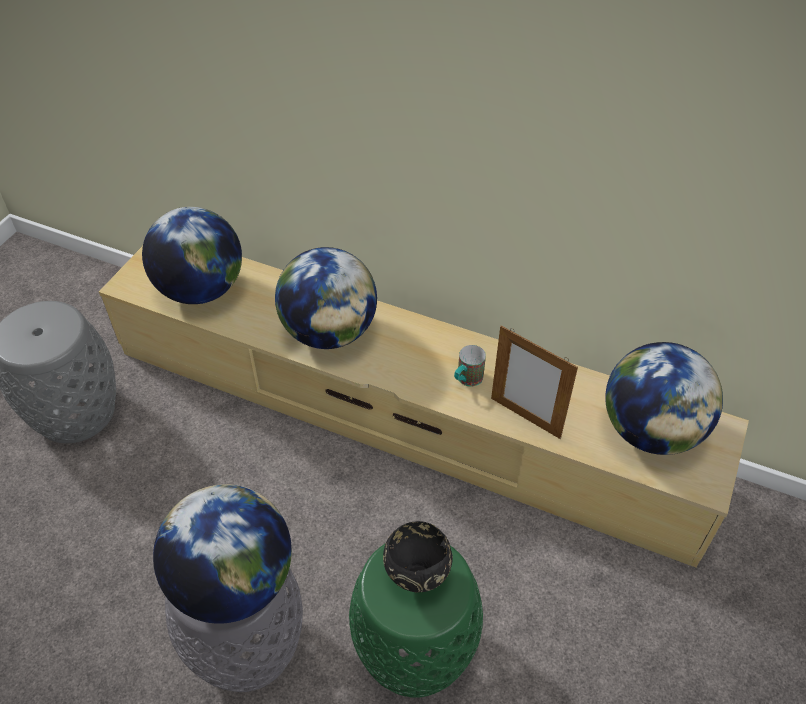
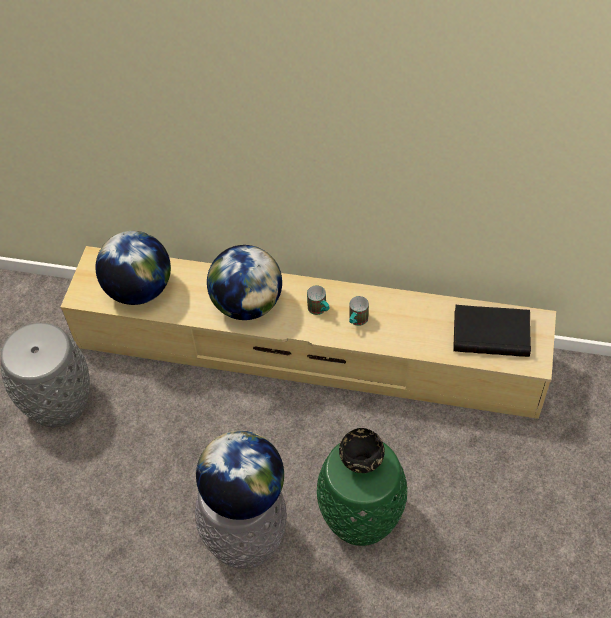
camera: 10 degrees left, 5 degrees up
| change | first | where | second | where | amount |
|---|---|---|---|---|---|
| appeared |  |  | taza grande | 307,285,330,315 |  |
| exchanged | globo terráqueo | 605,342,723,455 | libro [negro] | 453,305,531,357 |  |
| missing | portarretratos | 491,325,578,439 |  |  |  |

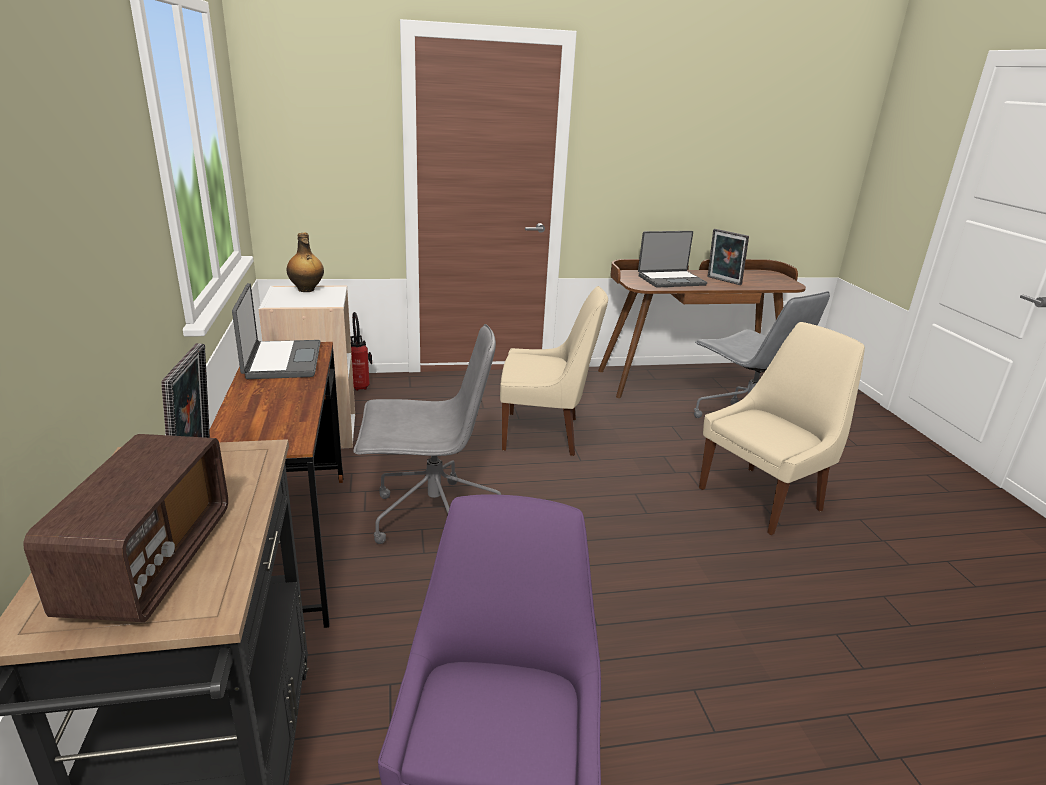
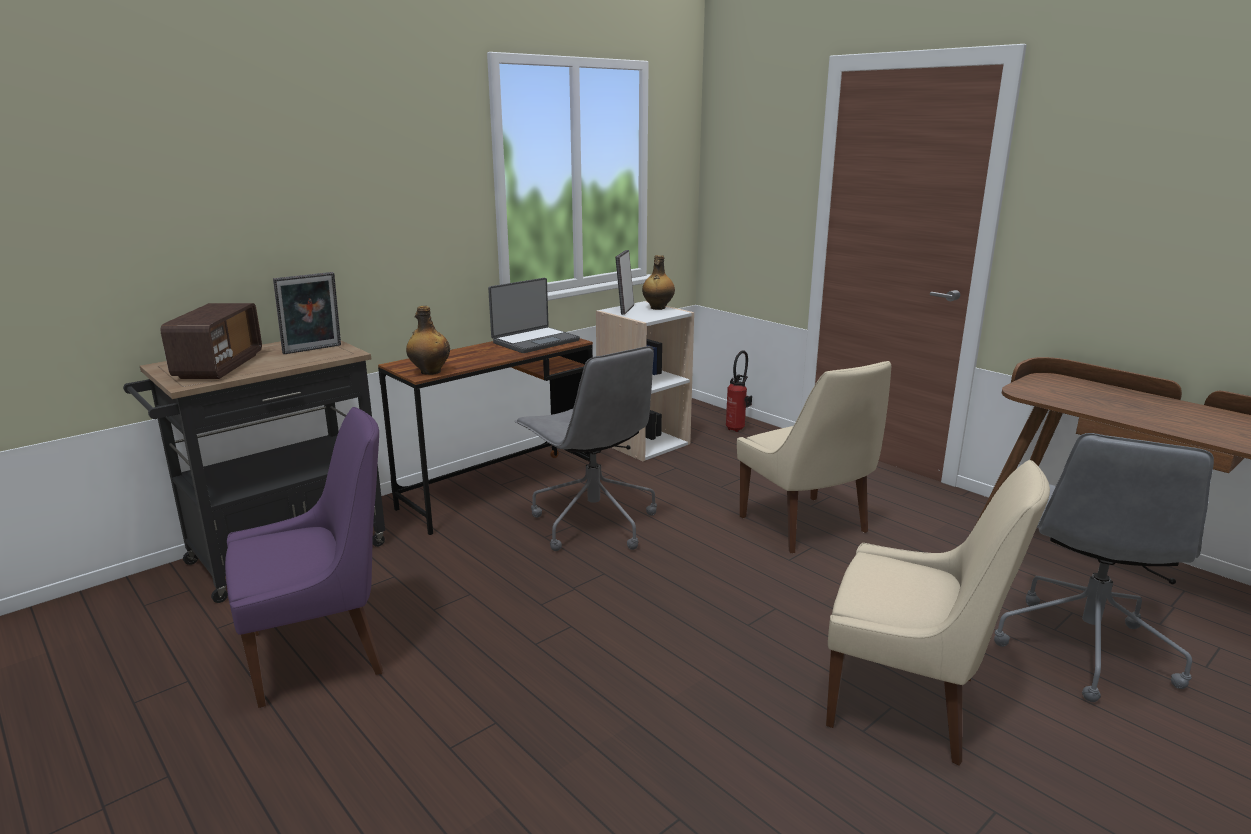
camera: 60 degrees right, 5 degrees down
| change | first | where | second | where | amount |
|---|---|---|---|---|---|
| spun | radio | 23,434,228,622 |  | 161,303,262,379 | 60 degrees counterclockwise |
| appeared |  |  | botella | 406,306,450,375 |  |
| relocated | portarretratos | 708,229,749,285 |  | 615,250,634,315 |  |
| missing | portátil | 638,231,707,288 |  |  |  |

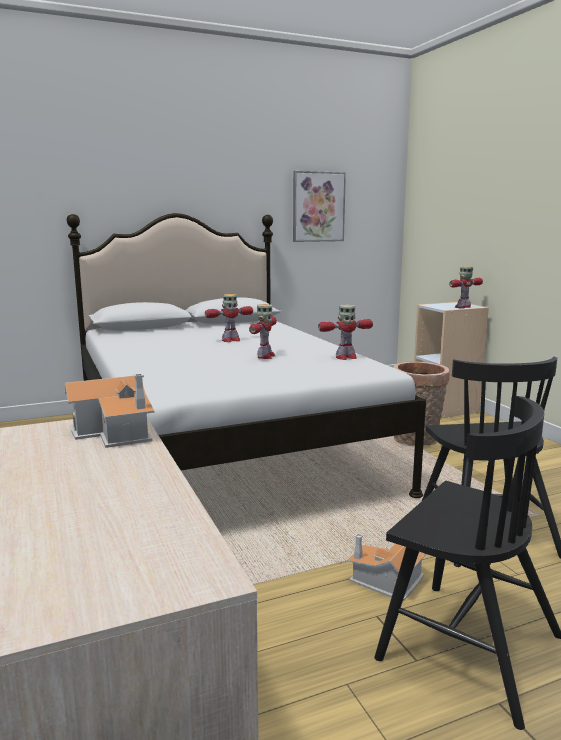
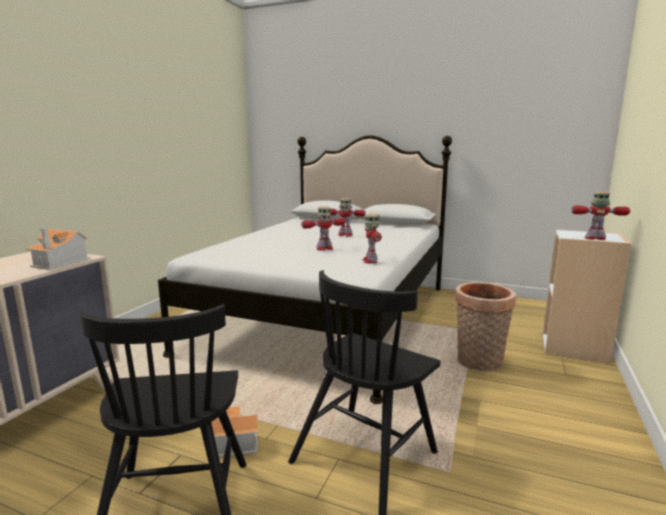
camera: 45 degrees right, 0 degrees up
| change | first | where | second | where | amount |
|---|---|---|---|---|---|
| spun | robot de juguete | 318,305,373,360 |  | 363,214,382,264 | 60 degrees clockwise |
| missing | cuadro | 293,171,346,242 |  |  |  |

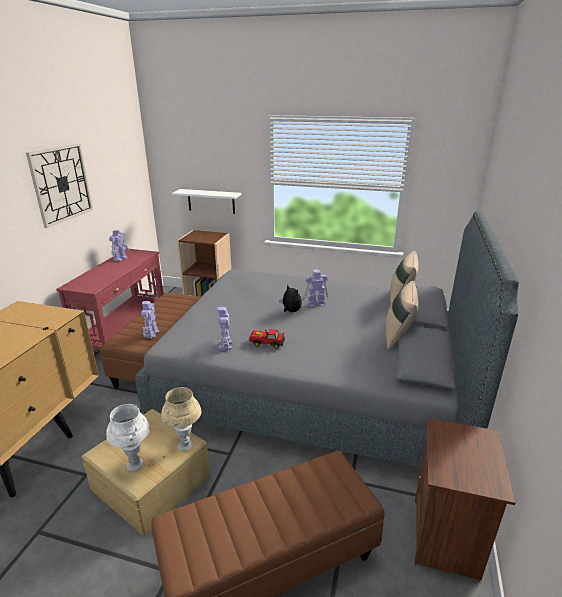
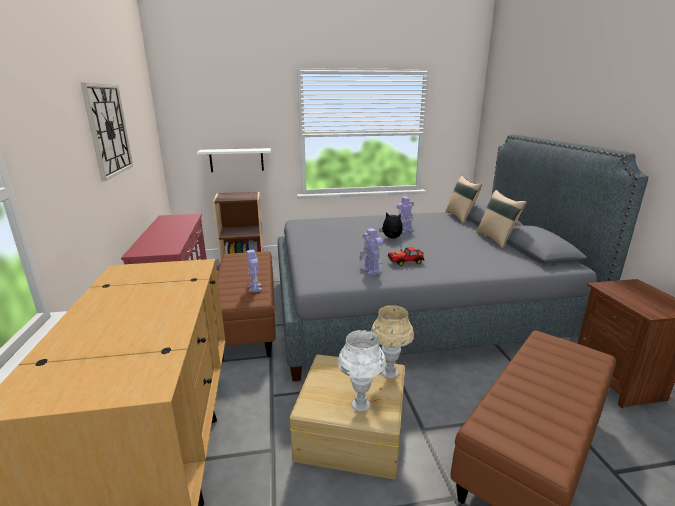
camera: 25 degrees left, 5 degrees down
| change | first | where | second | where | amount |
|---|---|---|---|---|---|
| missing | robot de juguete | 109,229,129,261 |  |  |  |

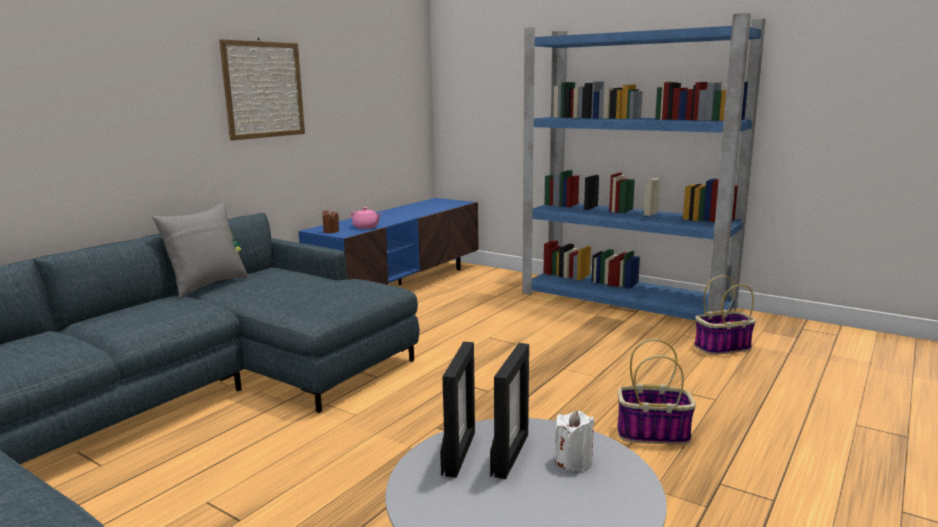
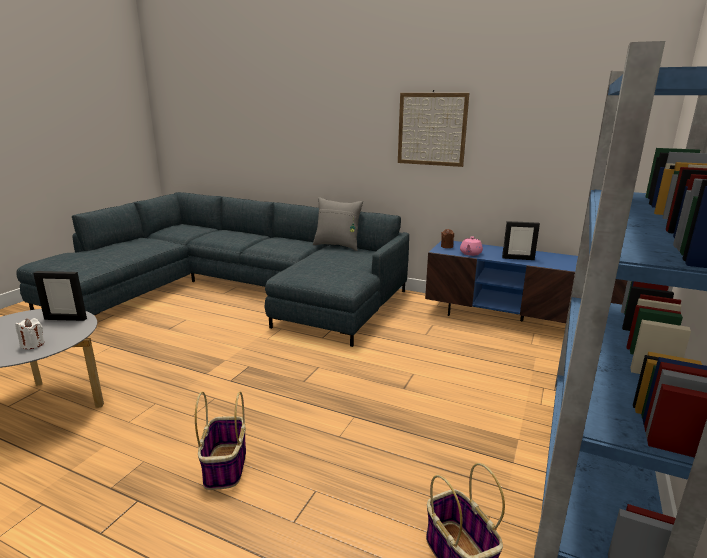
camera: 80 degrees right, 5 degrees up
| change | first | where | second | where | amount |
|---|---|---|---|---|---|
| relocated | portarretratos | 490,343,529,479 |  | 502,221,540,260 |  |

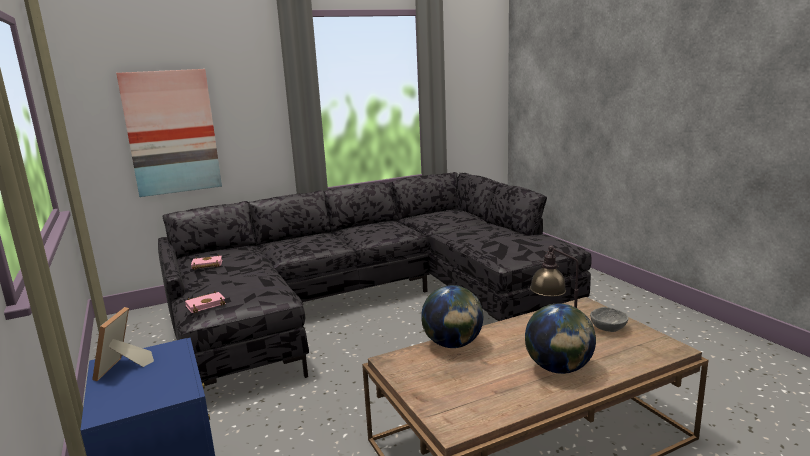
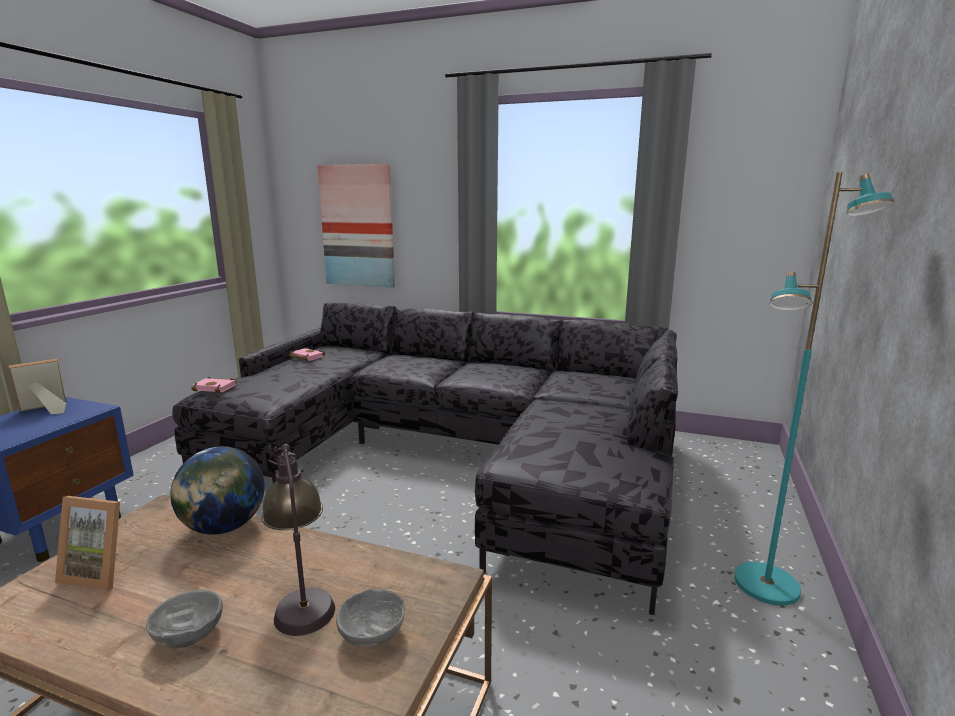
camera: 45 degrees right, 0 degrees up
| change | first | where | second | where | amount |
|---|---|---|---|---|---|
| appeared |  |  | portarretratos | 55,496,120,591 |  |
| exchanged | globo terráqueo | 525,304,596,374 | cuenco [gris] | 146,590,223,648 |  |
| appeared |  |  | lámpara de pie [turquesa] | 734,172,895,606 |  |

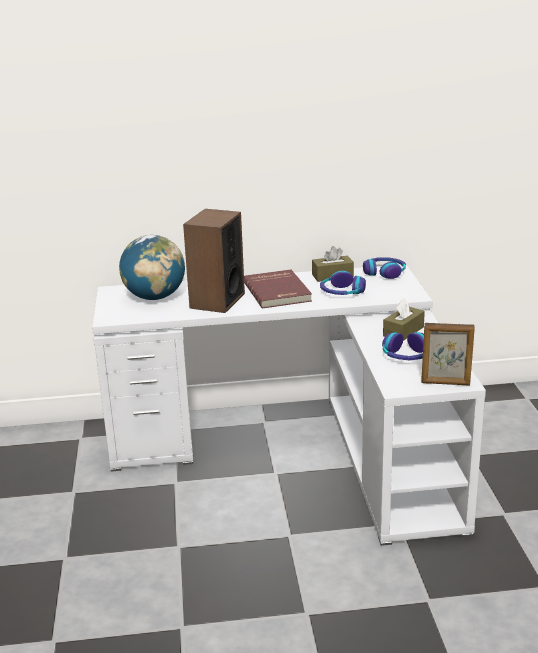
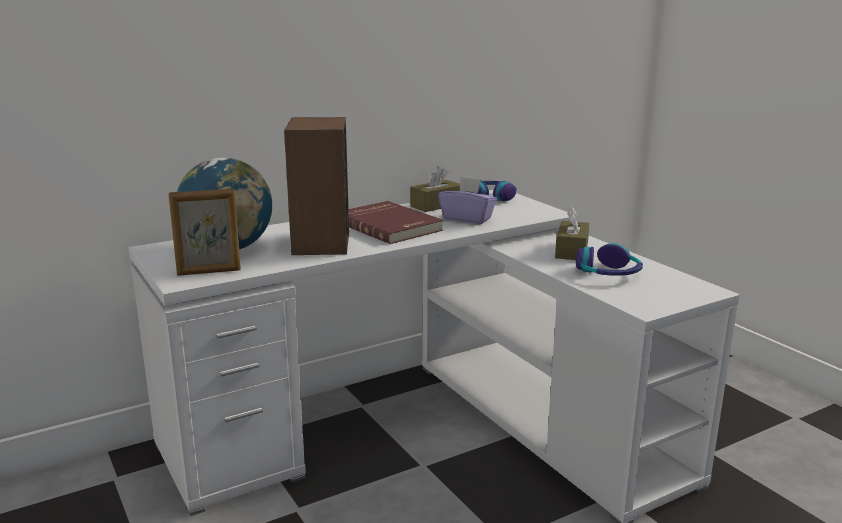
camera: 25 degrees left, 5 degrees down
| change | first | where | second | where | amount |
|---|---|---|---|---|---|
| relocated | portarretratos | 421,323,475,386 |  | 169,189,241,276 |  |
| exchanged | auriculares | 320,271,366,295 | caja de pañuelos [morado] | 438,177,497,224 |  |

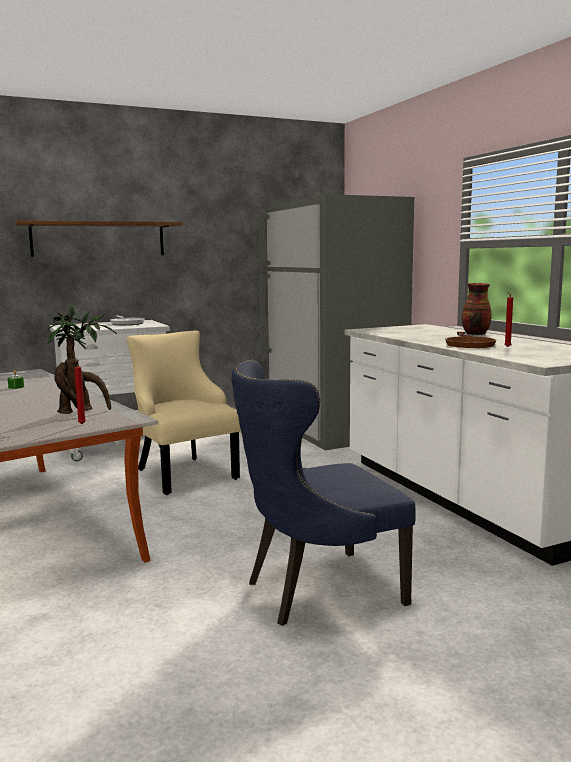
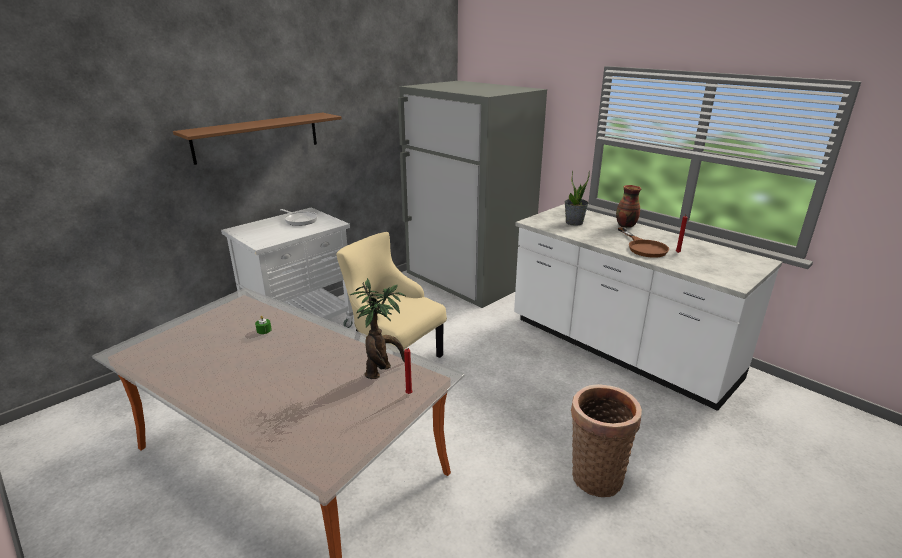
camera: 20 degrees left, 15 degrees up
| change | first | where | second | where | amount |
|---|---|---|---|---|---|
| appeared |  |  | planta en maceta | 564,171,590,226 |  |
| exchanged | silla [azul] | 232,360,416,626 | cesta | 571,384,642,497 |  |

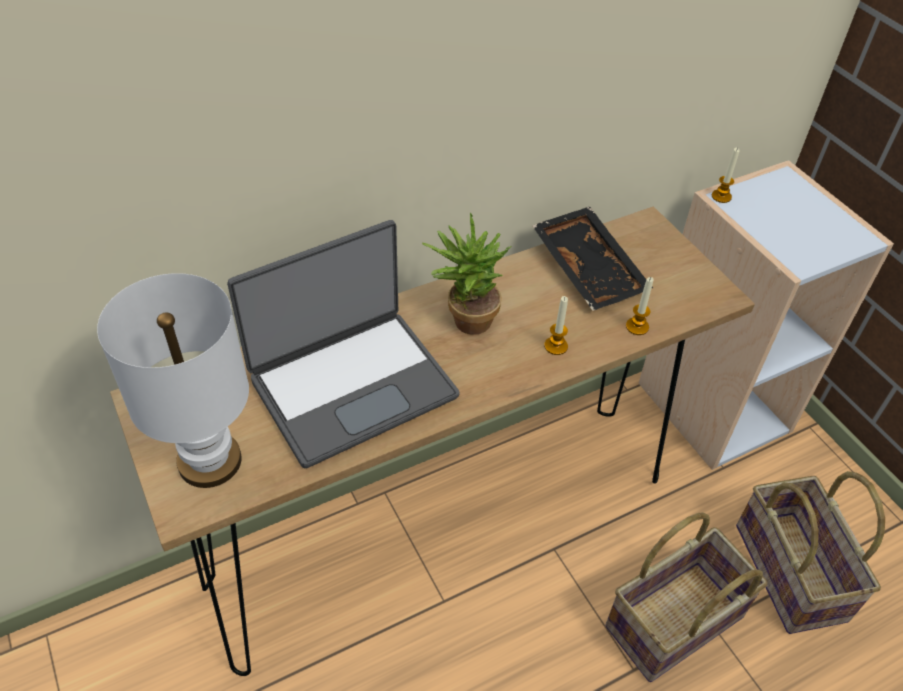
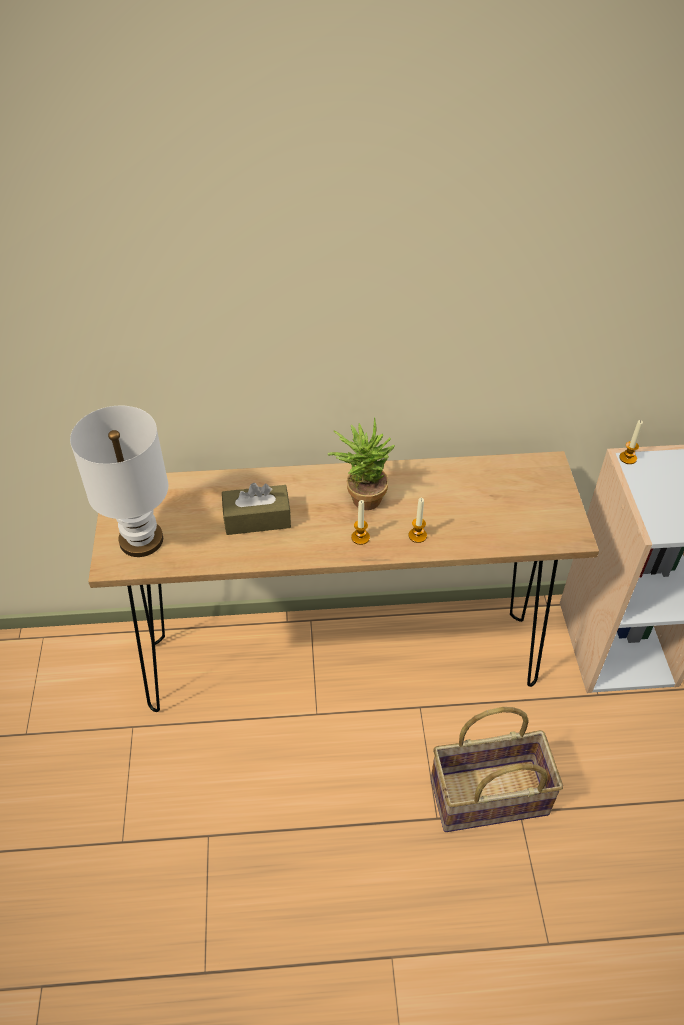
camera: 25 degrees right, 0 degrees up
| change | first | where | second | where | amount |
|---|---|---|---|---|---|
| exchanged | portátil | 227,220,460,469 | caja de pañuelos [marrón] | 222,483,291,535 |  |
| relocated | vela | 626,277,654,335 |  | 351,500,370,545 |  |
| missing | bandeja [negro] | 532,207,653,311 |  |  |  |
| missing | cesta | 736,471,885,634 |  |  |  |

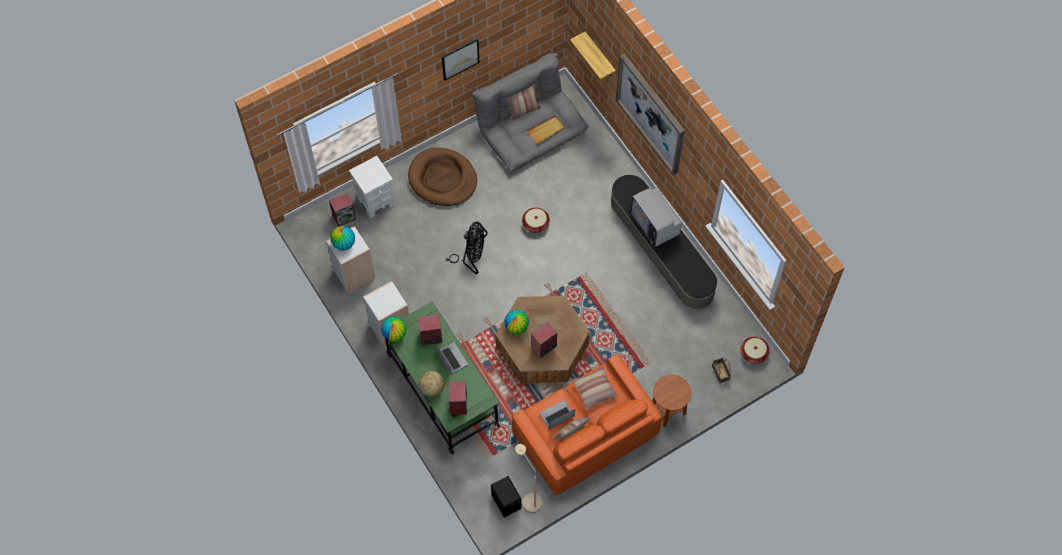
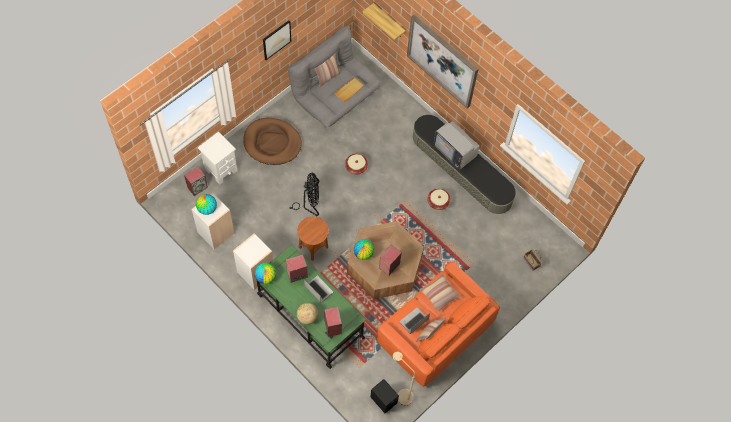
camera: 15 degrees left, 0 degrees up
| change | first | where | second | where | amount |
|---|---|---|---|---|---|
| relocated | mesa auxiliar [marrón] | 652,375,691,427 |  | 297,217,329,261 |  |
| relocated | cesta | 740,337,769,364 |  | 427,189,451,210 |  |

